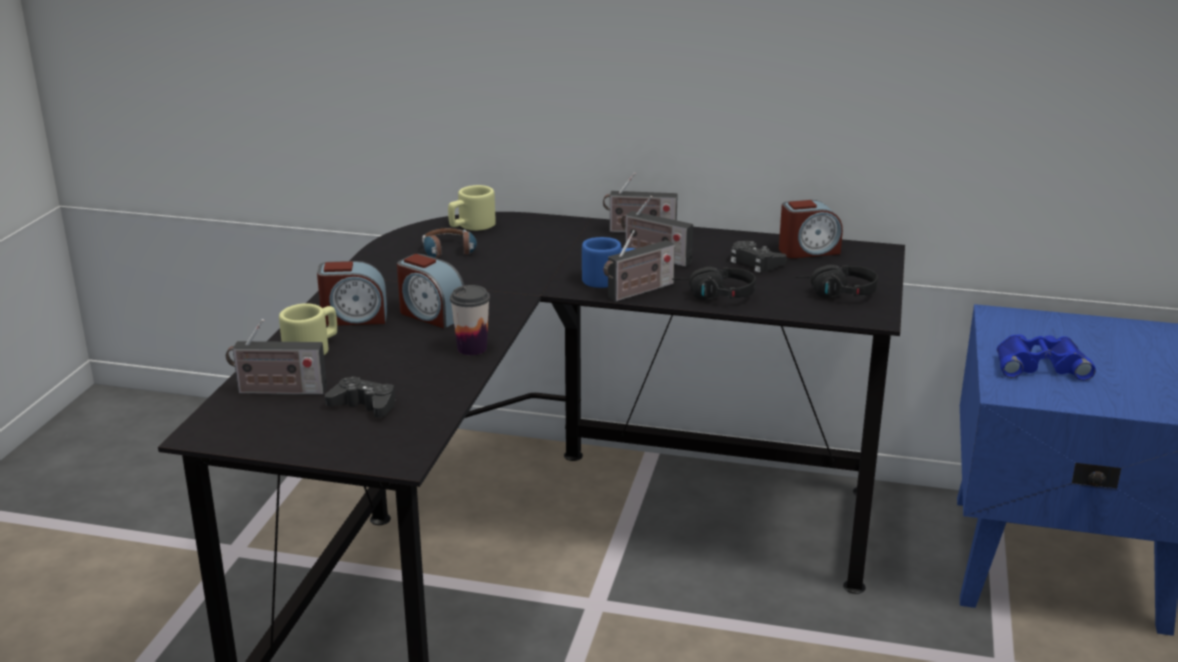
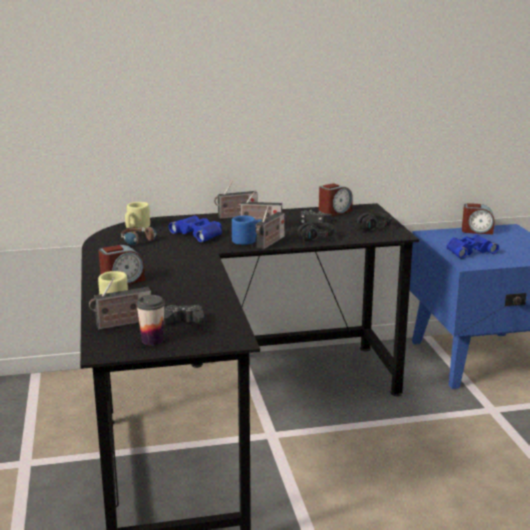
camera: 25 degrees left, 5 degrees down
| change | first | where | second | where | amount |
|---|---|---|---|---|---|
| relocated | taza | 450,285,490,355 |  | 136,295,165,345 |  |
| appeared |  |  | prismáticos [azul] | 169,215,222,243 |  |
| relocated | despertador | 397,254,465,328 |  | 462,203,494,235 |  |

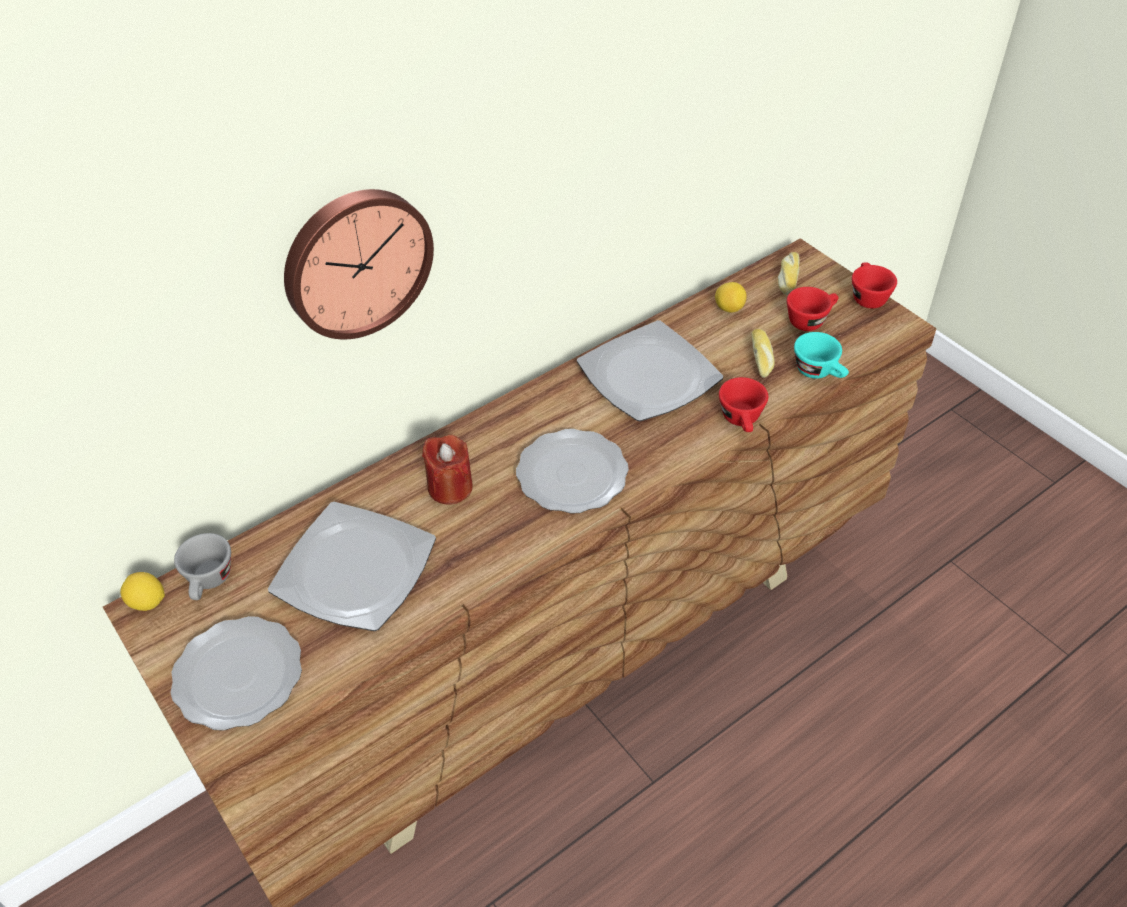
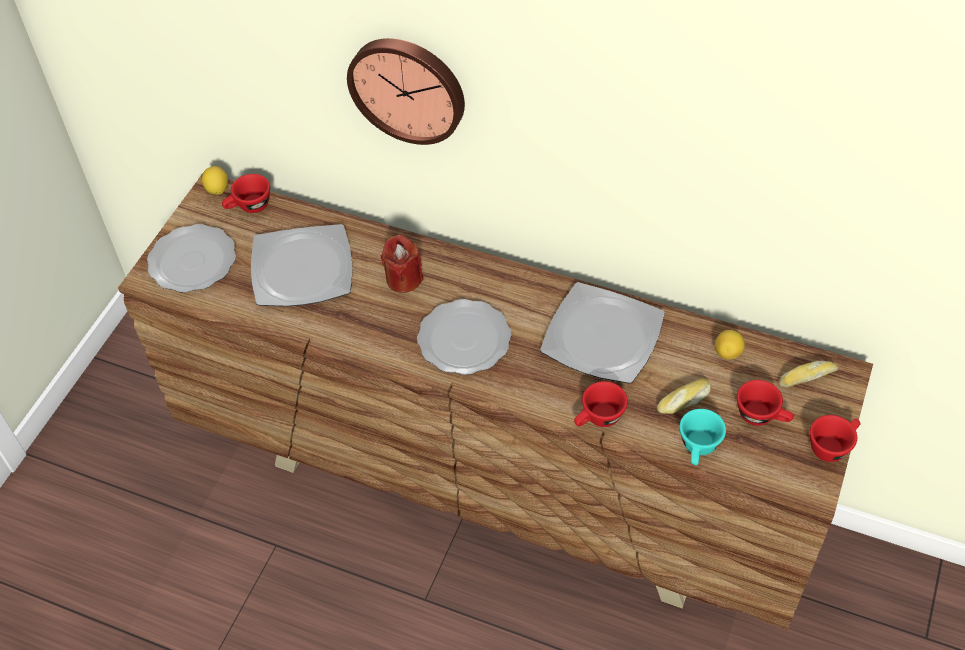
camera: 60 degrees right, 5 degrees up
| change | first | where | second | where | amount |
|---|---|---|---|---|---|
| colour | taza [gris] | 174,533,231,600 | taza [rojo] | 222,174,270,213 |  |

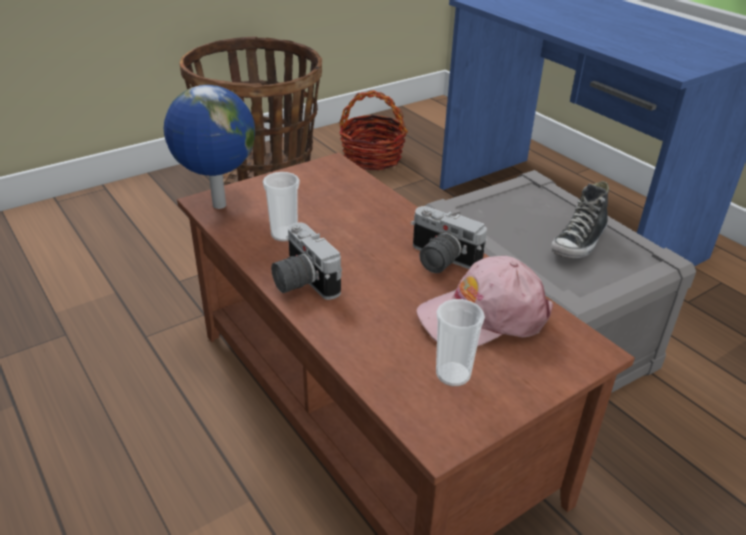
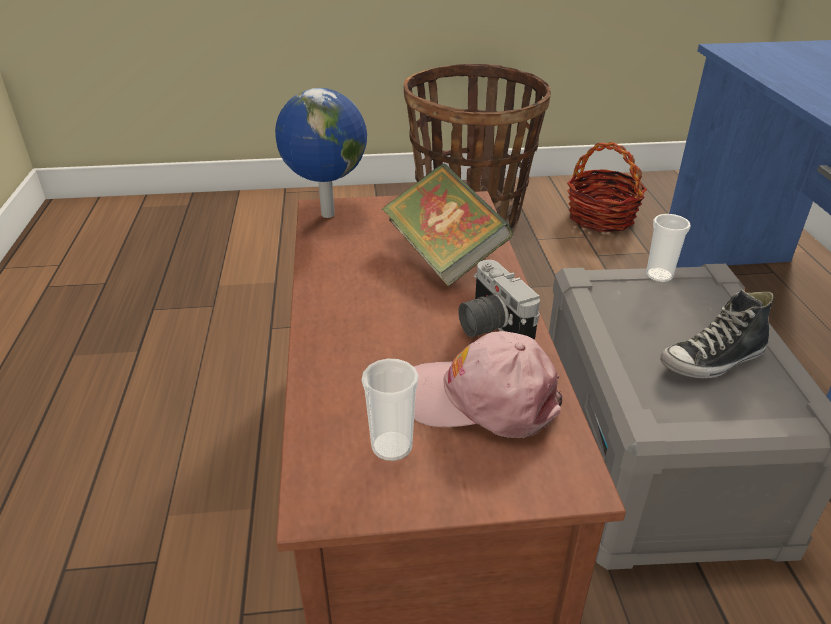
camera: 30 degrees right, 0 degrees up
| change | first | where | second | where | amount |
|---|---|---|---|---|---|
| appeared |  |  | libro | 381,164,513,287 |  |
| relocated | taza | 263,172,300,242 |  | 646,214,691,282 |  |
| missing | cámara | 271,222,342,300 |  |  |  |

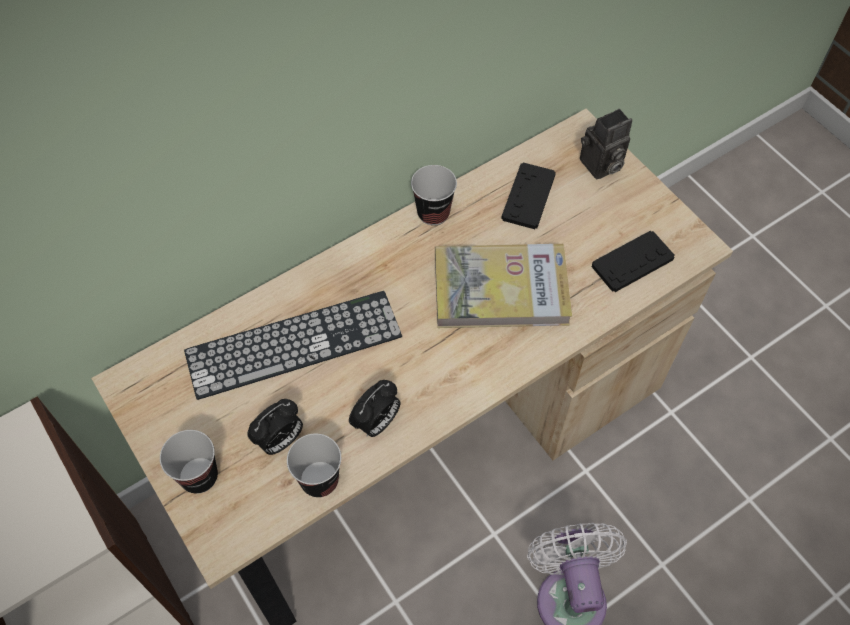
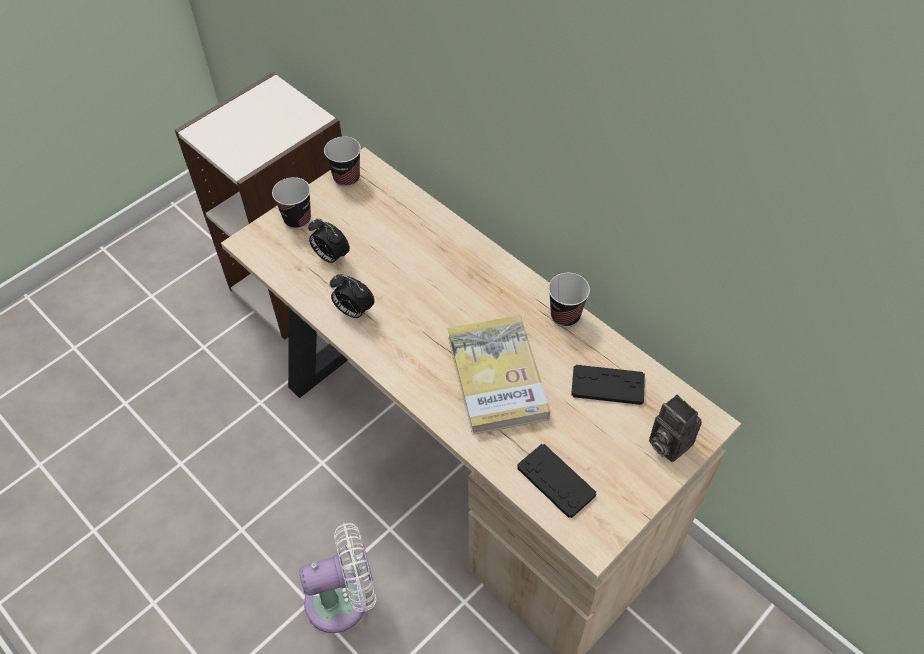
camera: 80 degrees right, 5 degrees down
| change | first | where | second | where | amount |
|---|---|---|---|---|---|
| relocated | taza | 287,434,341,497 |  | 324,137,361,187 |  |
| missing | teclado | 184,291,402,400 |  |  |  |

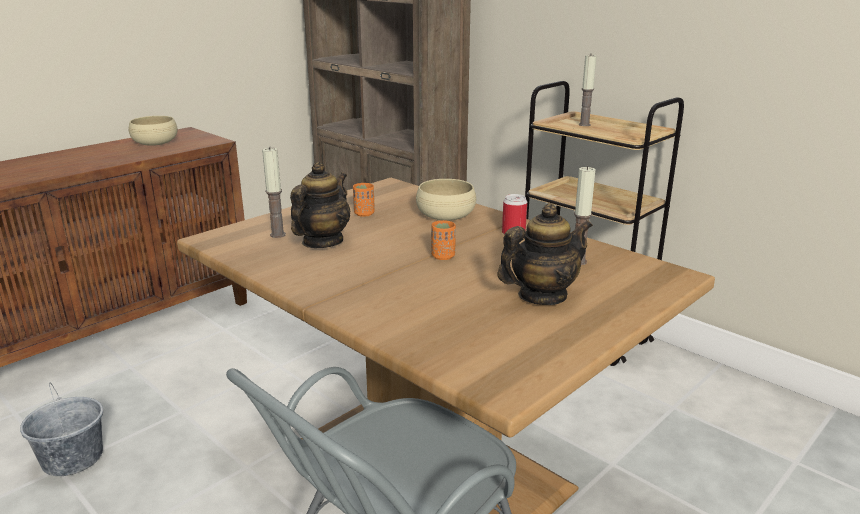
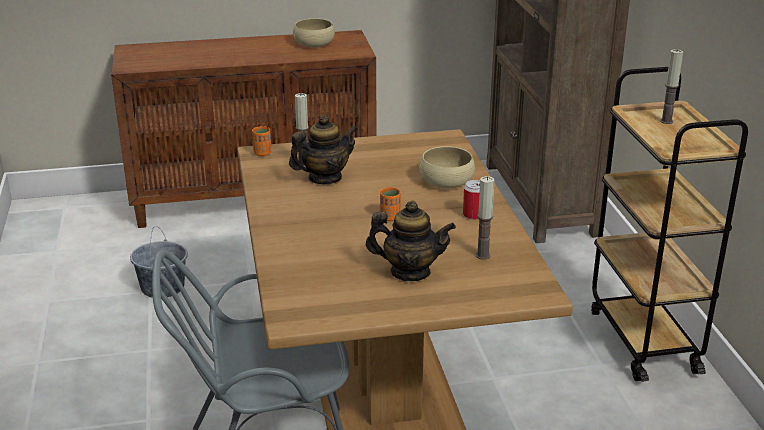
camera: 35 degrees right, 5 degrees up
| change | first | where | second | where | amount |
|---|---|---|---|---|---|
| relocated | taza [naranja] | 353,183,375,217 |  | 252,126,271,156 |  |

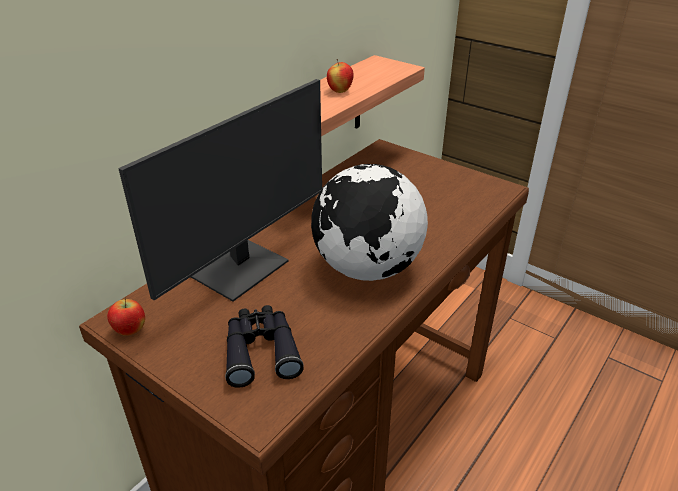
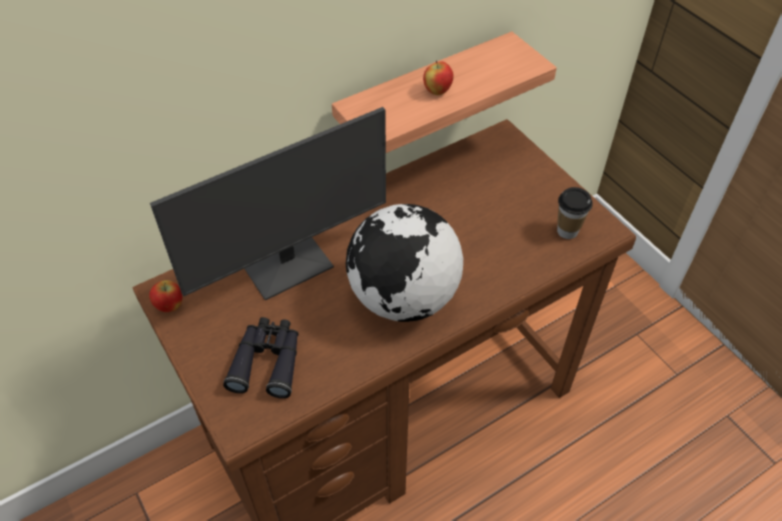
camera: 20 degrees right, 15 degrees up
| change | first | where | second | where | amount |
|---|---|---|---|---|---|
| appeared |  |  | taza | 557,187,593,239 |  |

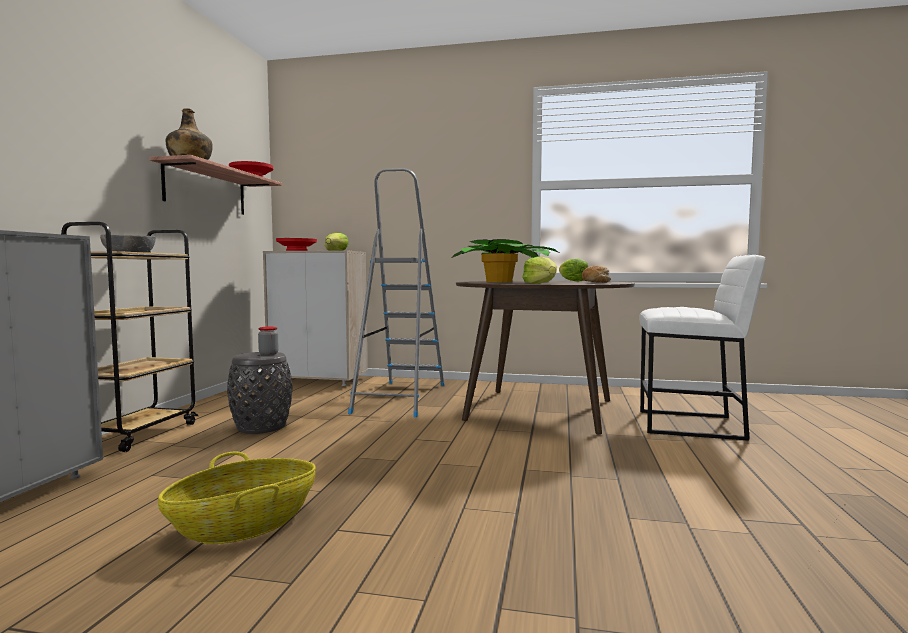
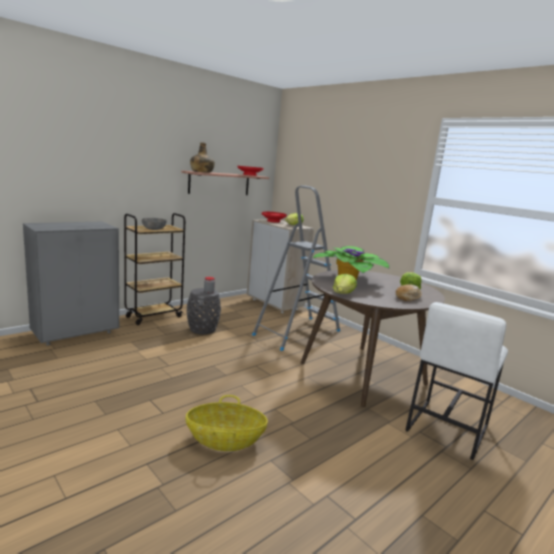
camera: 35 degrees right, 10 degrees up
| change | first | where | second | where | amount |
|---|---|---|---|---|---|
| relocated | cesta | 158,451,316,544 |  | 185,395,268,451 |  |
| spun | silla [blanco] | 639,255,766,441 |  | 405,302,508,460 | 75 degrees clockwise |

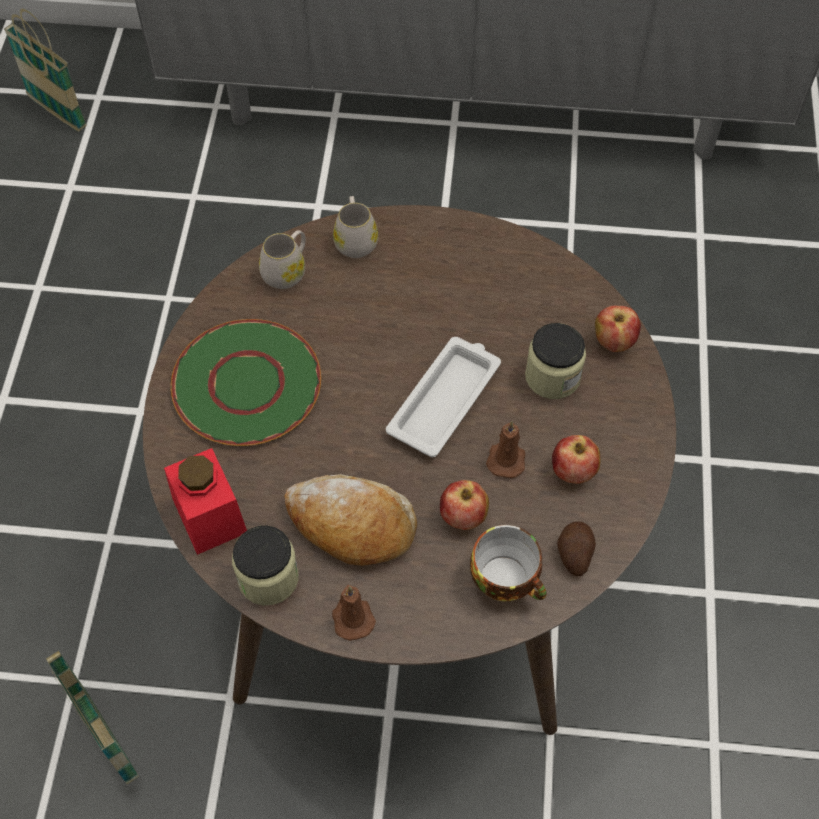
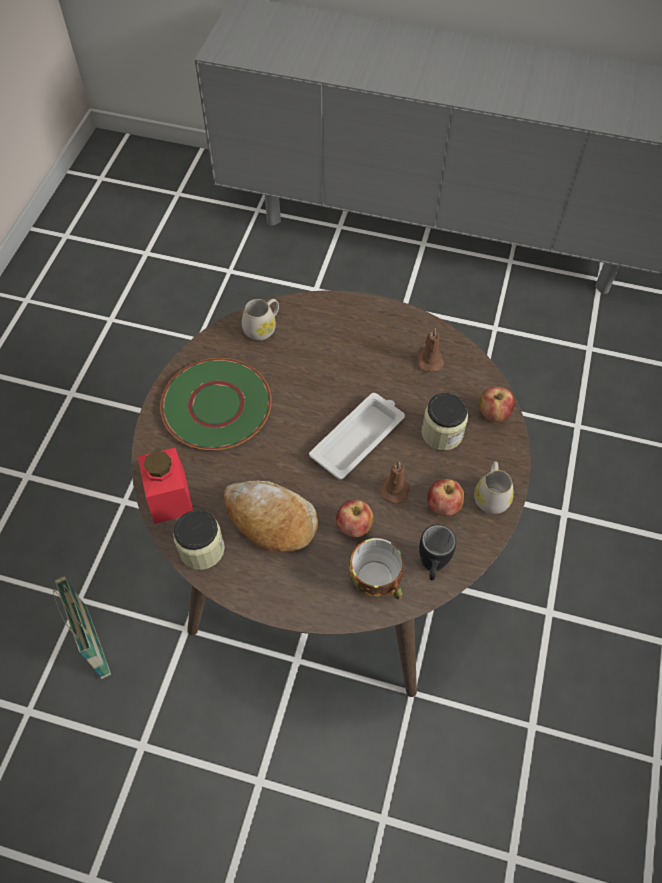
camera: 10 degrees right, 0 degrees up
| change | first | where | second | where | amount |
|---|---|---|---|---|---|
| relocated | vela [marrón] | 332,585,376,641 |  | 417,328,444,372 |  |
| exchanged | patata | 557,521,596,576 | taza grande [negro] | 419,525,456,580 |  |
| relocated | taza grande [blanco] | 333,196,378,258 |  | 474,461,514,514 |  |
| missing | cesta | 4,9,87,132 |  |  |  |

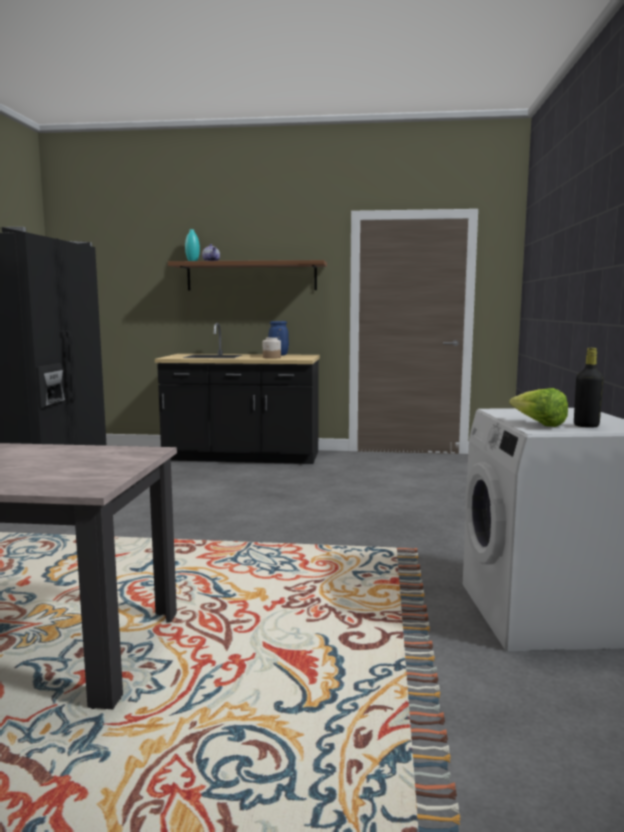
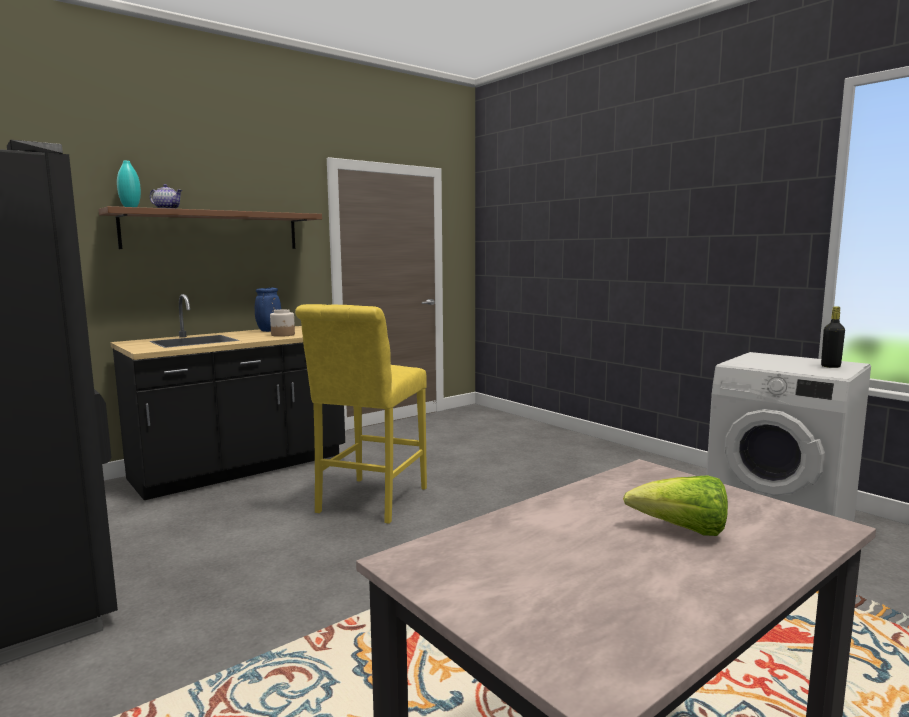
camera: 45 degrees left, 0 degrees up
| change | first | where | second | where | amount |
|---|---|---|---|---|---|
| appeared |  |  | taburete [amarillo] | 295,304,427,524 |  |
| relocated | lechuga | 509,388,568,427 |  | 623,475,728,536 |  |

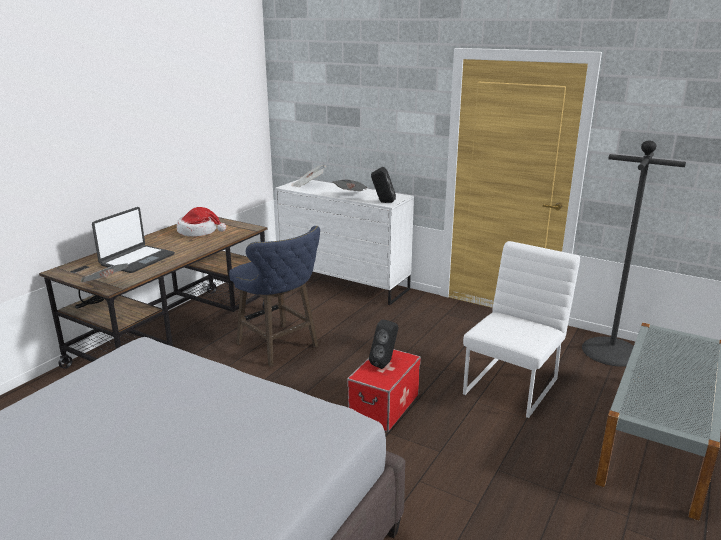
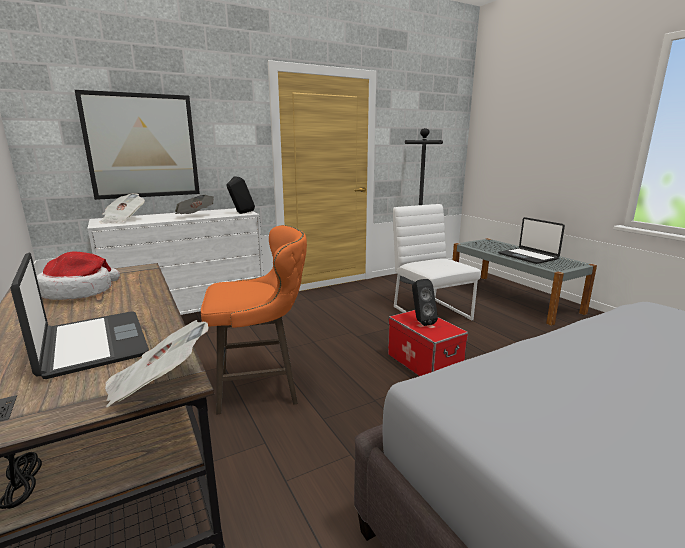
camera: 60 degrees left, 5 degrees down
| change | first | where | second | where | amount |
|---|---|---|---|---|---|
| appeared |  |  | cuadro | 75,90,200,200 |  |
| colour | taburete [azul] | 229,226,320,367 | taburete [naranja] | 201,225,307,414 |  |
| appeared |  |  | portátil | 498,217,565,264 |  |

